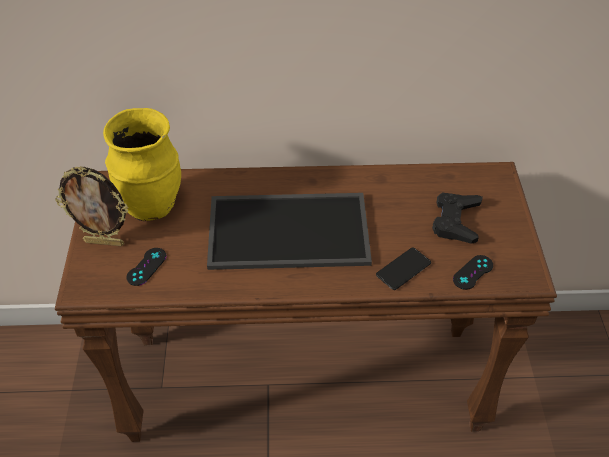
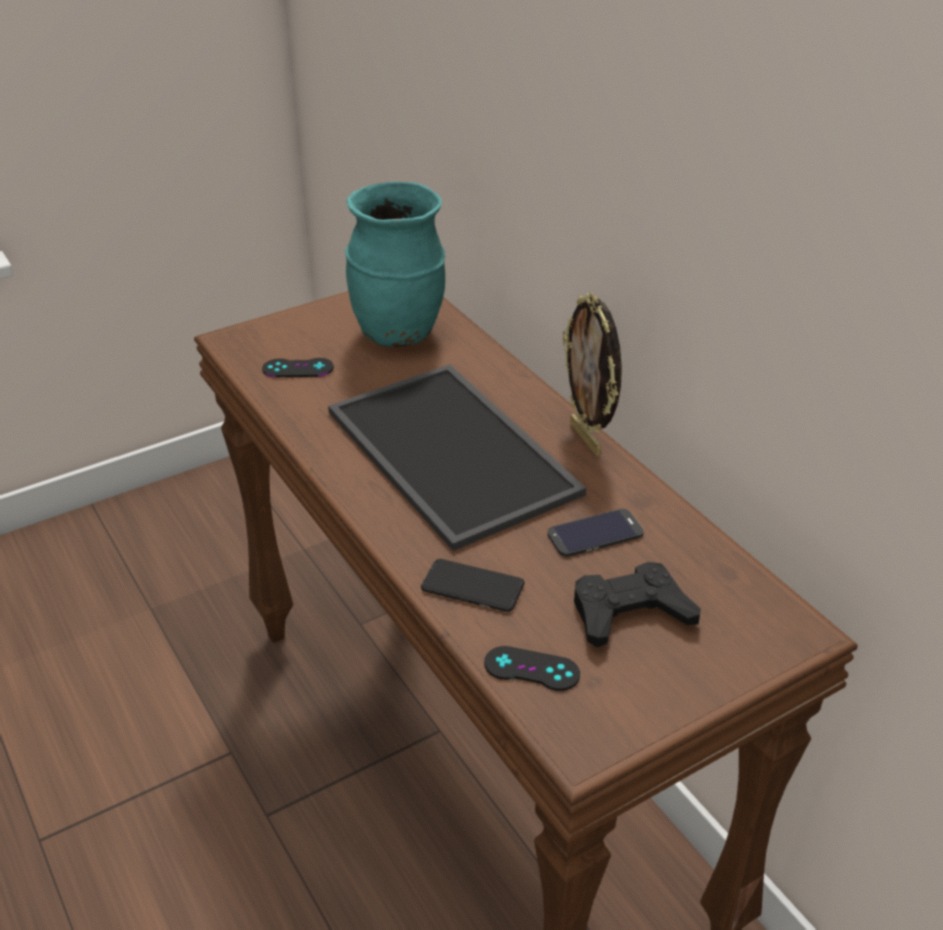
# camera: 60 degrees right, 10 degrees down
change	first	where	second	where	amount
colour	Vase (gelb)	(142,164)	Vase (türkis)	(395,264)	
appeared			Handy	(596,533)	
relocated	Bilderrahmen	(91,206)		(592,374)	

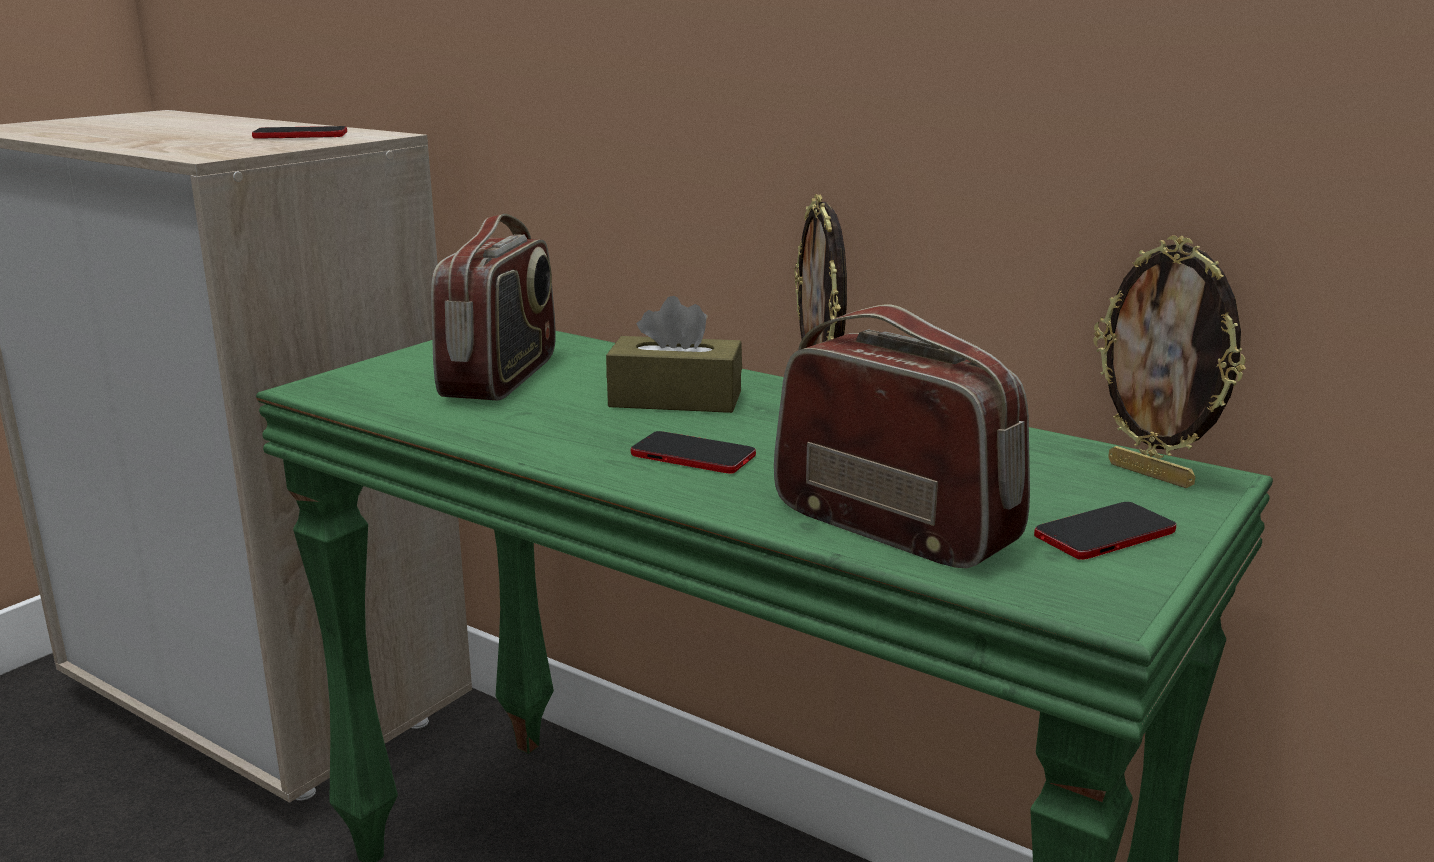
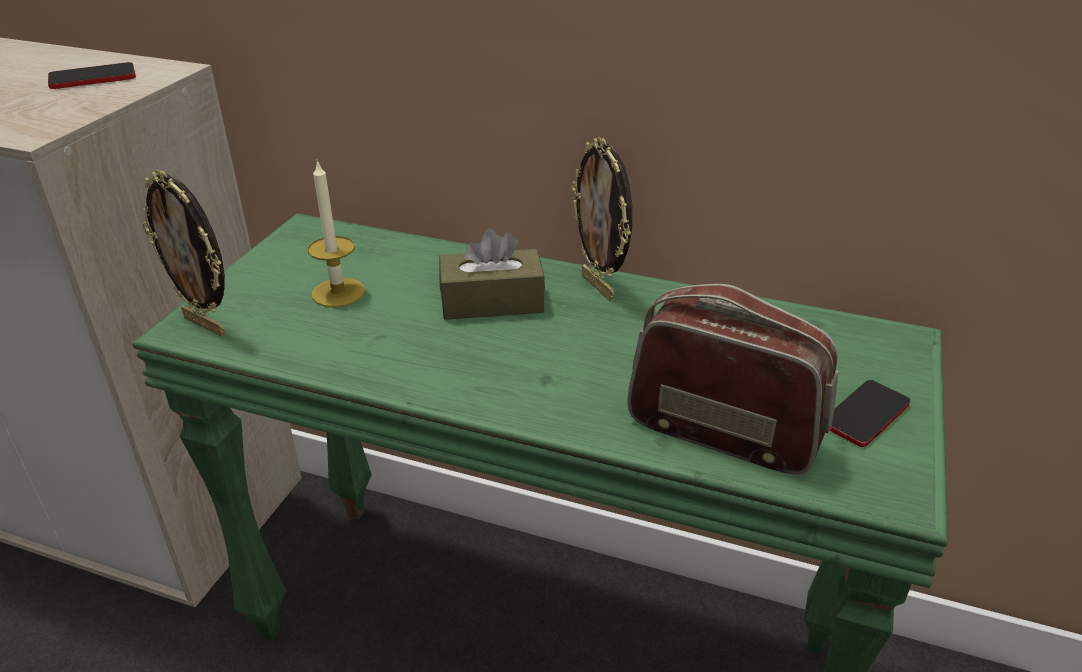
# camera: 15 degrees left, 15 degrees up
change	first	where	second	where	amount
relocated	Bilderrahmen	(1169,362)		(184,253)	
exchanged	Radio	(493,307)	Kerze	(336,233)	
missing	Handy	(693,452)			

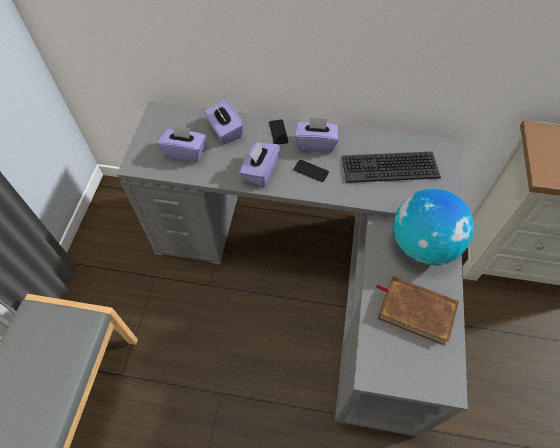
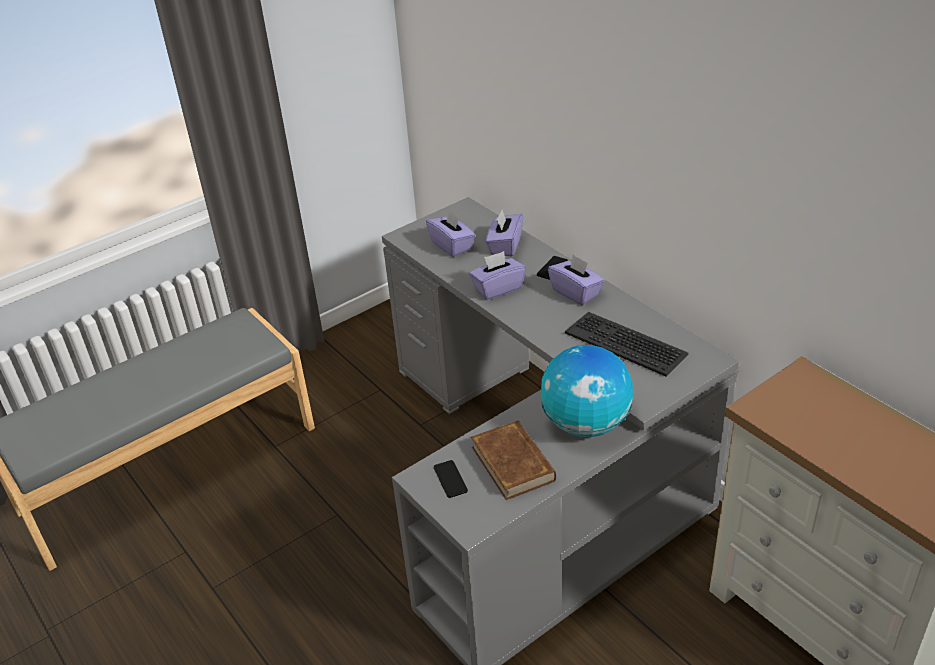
# camera: 45 degrees right, 20 degrees down
change	first	where	second	where	amount
relocated	Handy	(311,171)		(451,479)	

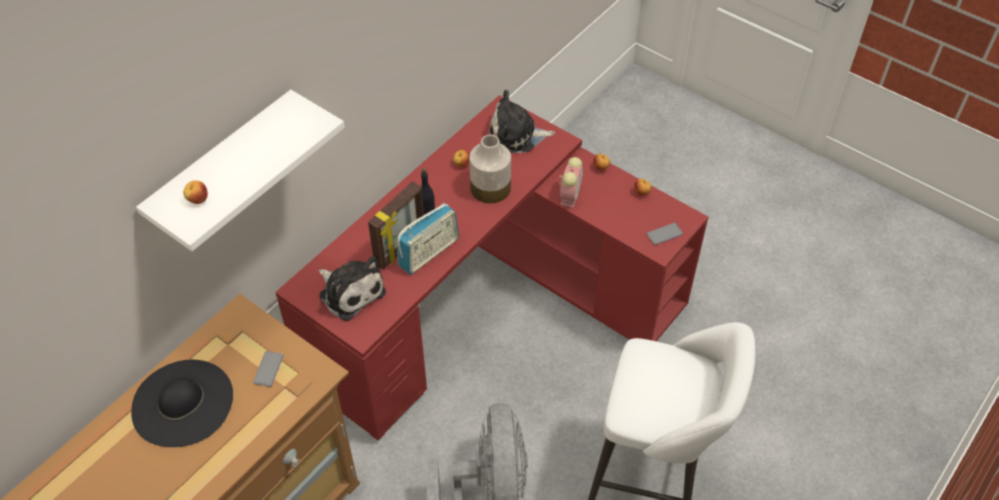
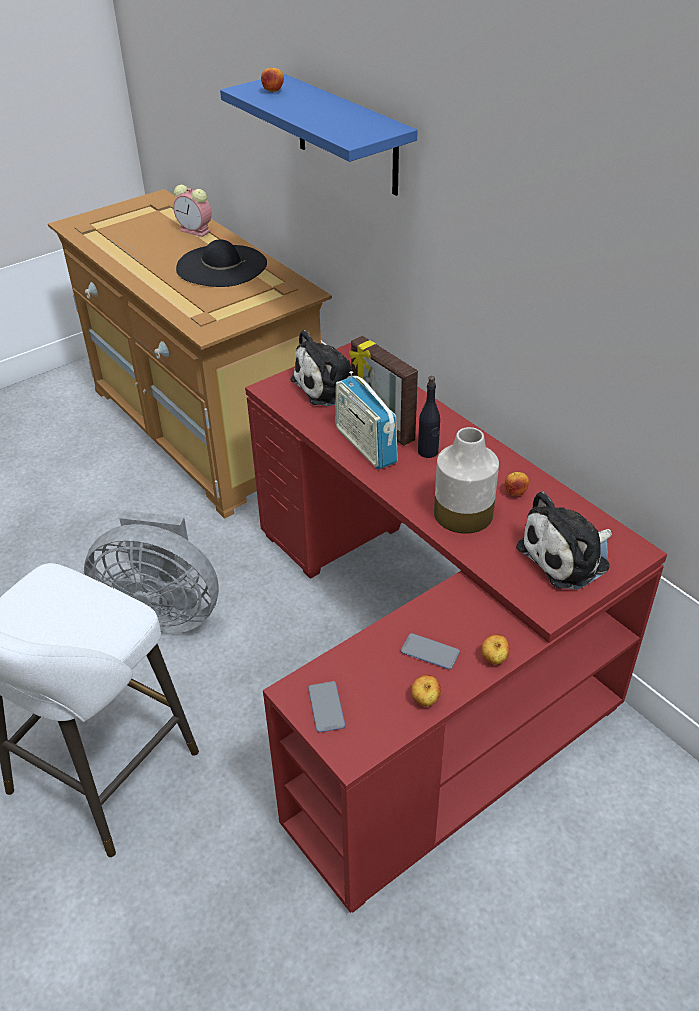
# camera: 105 degrees right, 10 degrees down
change	first	where	second	where	amount
relocated	Wecker	(571,182)		(192,211)	
colour	Wandregal (weiß)	(240,170)	Wandregal (blau)	(319,135)	
relocated	Handy	(268,369)		(430,651)	
spun	Plüschtier	(522,121)		(564,540)	135 degrees counterclockwise

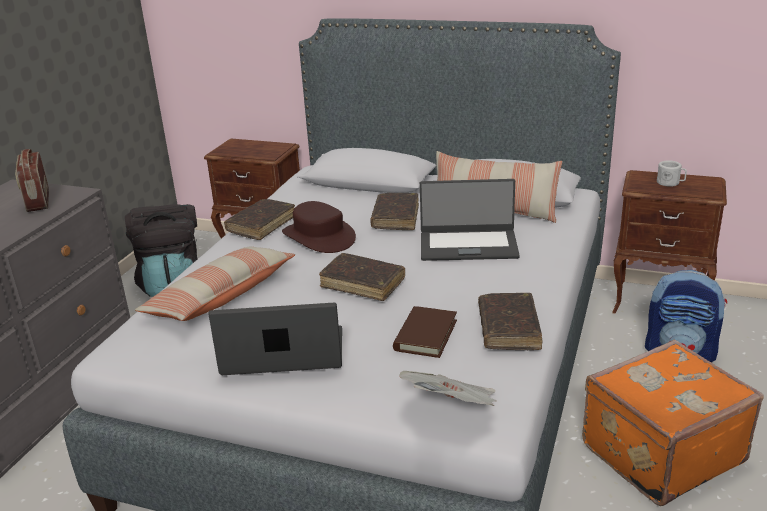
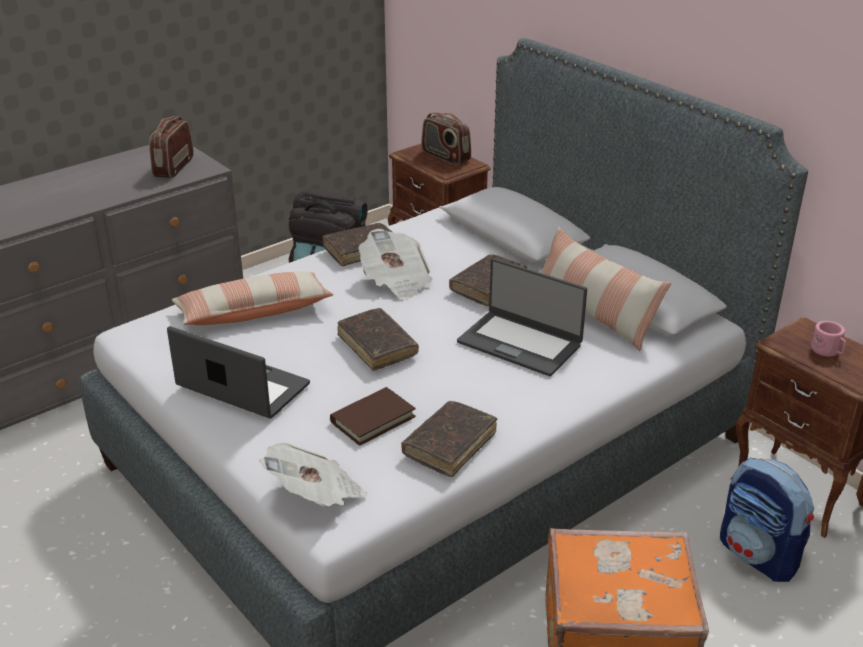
# camera: 30 degrees right, 5 degrees up
change	first	where	second	where	amount
exchanged	Hut (braun)	(319,227)	Zeitung	(395,264)	
appeared			Radio	(446,138)	
colour	Henkelbecher (weiß)	(672,173)	Henkelbecher (rosa)	(828,339)	

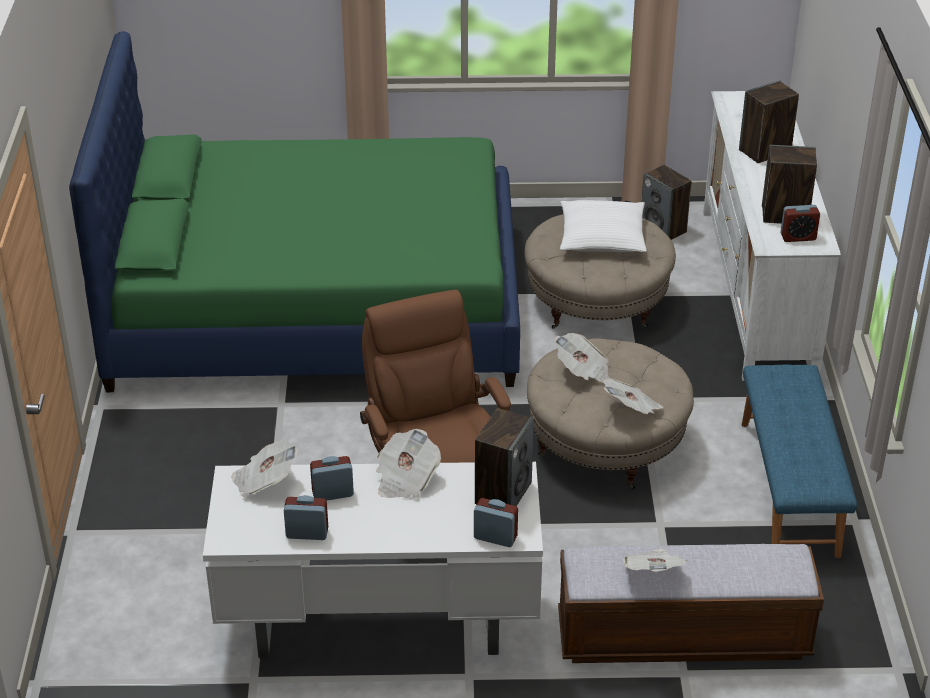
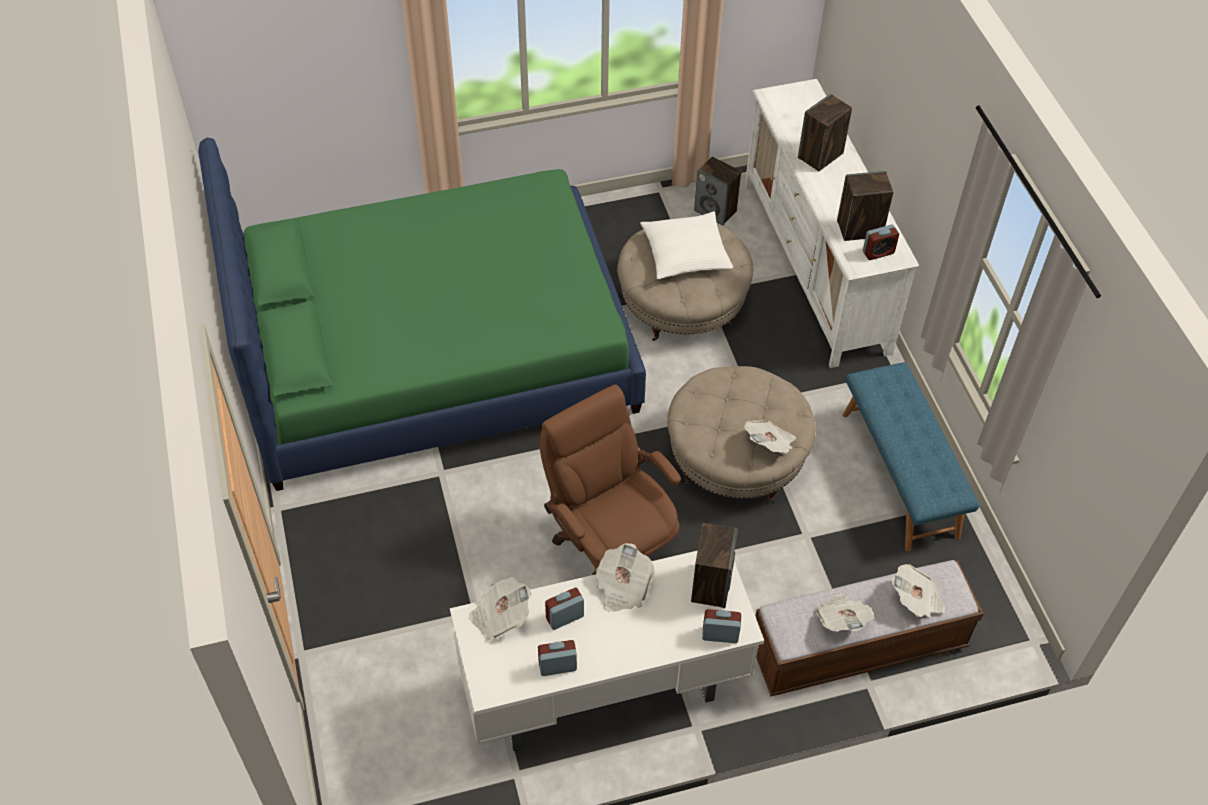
# camera: 15 degrees left, 15 degrees up
change	first	where	second	where	amount
relocated	Zeitung	(582,358)		(919,590)	

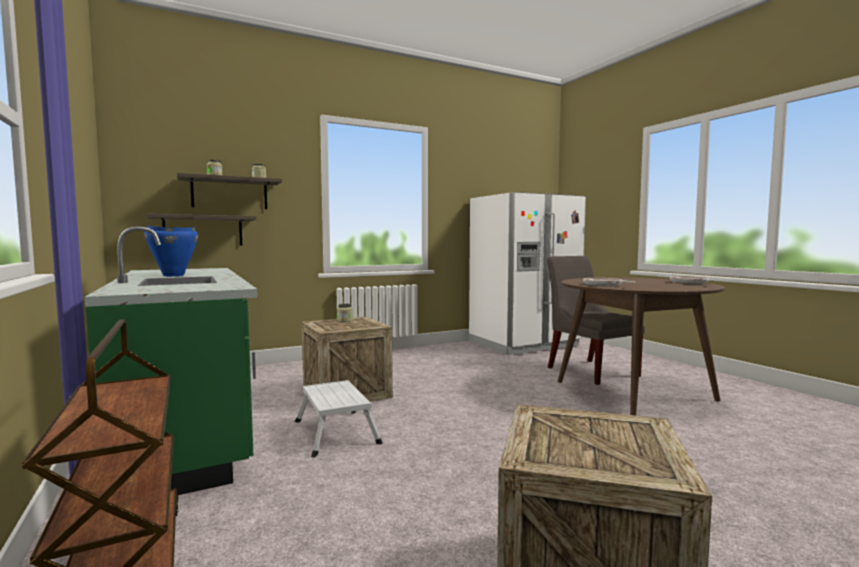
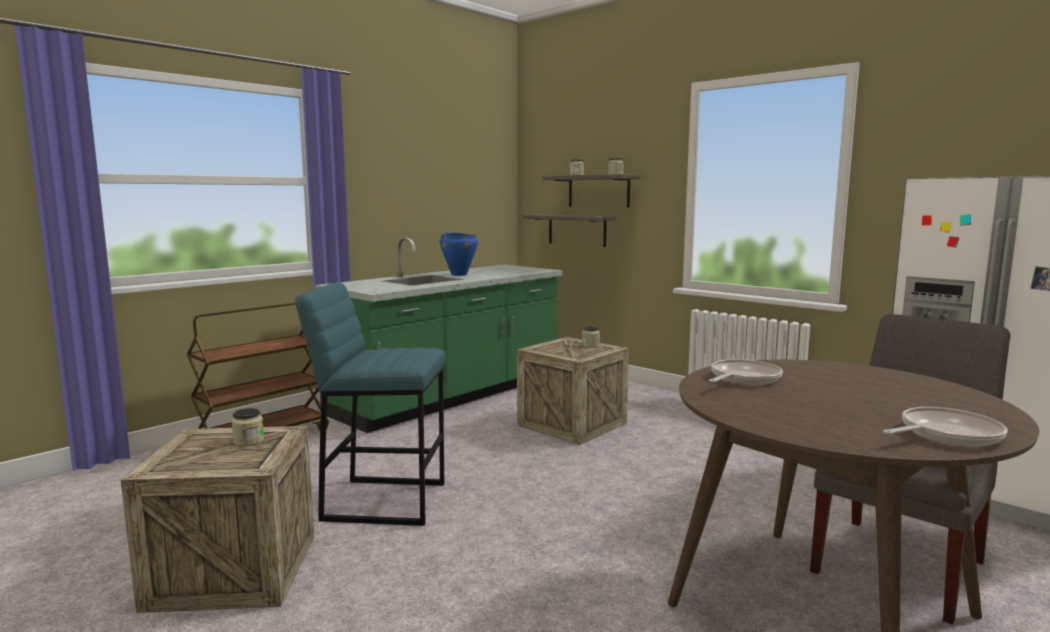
# camera: 70 degrees right, 5 degrees up
change	first	where	second	where	amount
appeared			Vorratsglas	(247,427)	
appeared			Hocker (türkis)	(370,404)	
missing	Trittleiter (weiß)	(339,419)			

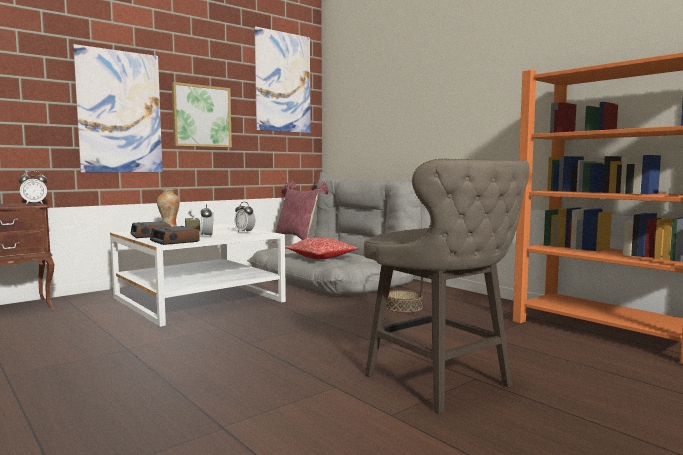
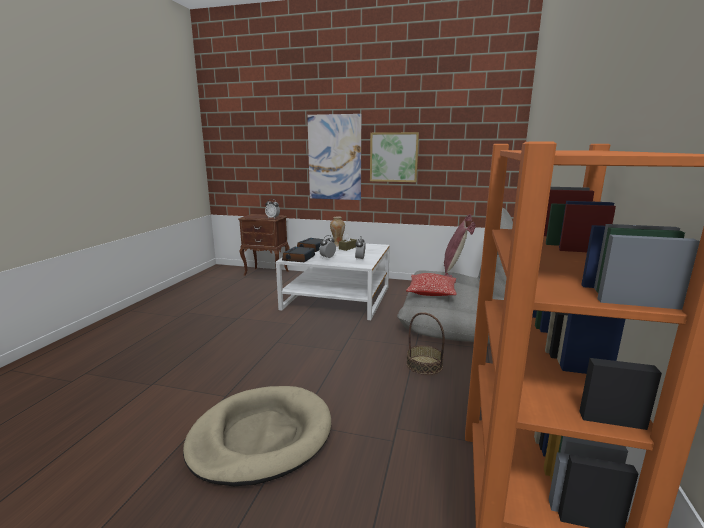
# camera: 55 degrees right, 10 degrees up
change	first	where	second	where	amount
exchanged	Hocker (beige)	(446,286)	Hundebett (beige)	(257,436)	
missing	Bild	(282,79)			

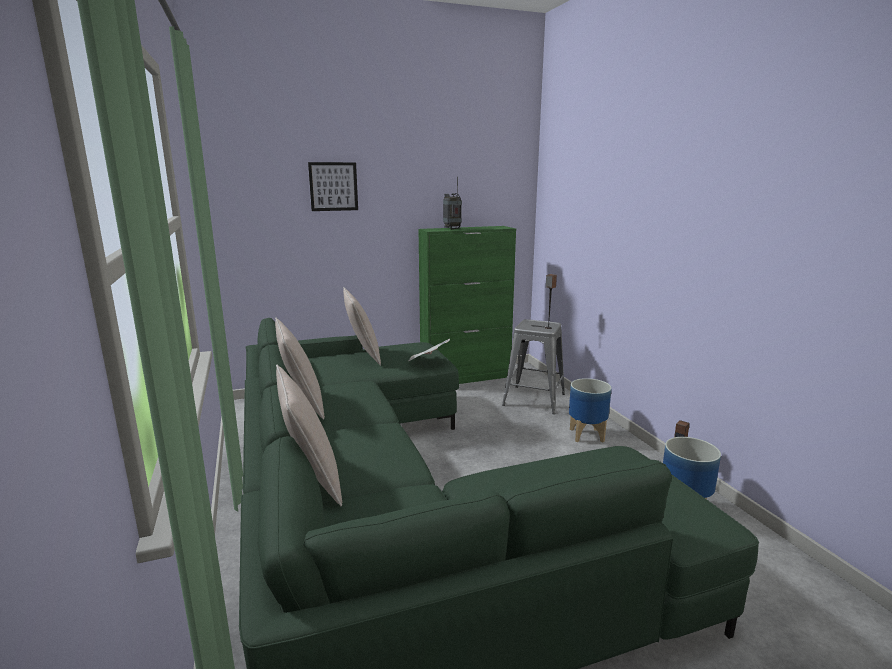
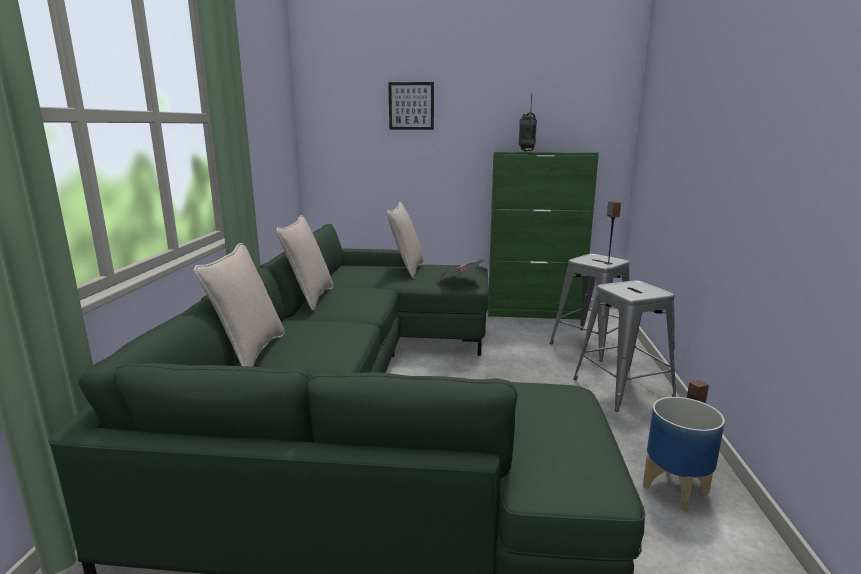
# camera: 25 degrees right, 0 degrees up
change	first	where	second	where	amount
exchanged	Pflanzkübel	(590,410)	Hocker (grau)	(624,346)	

